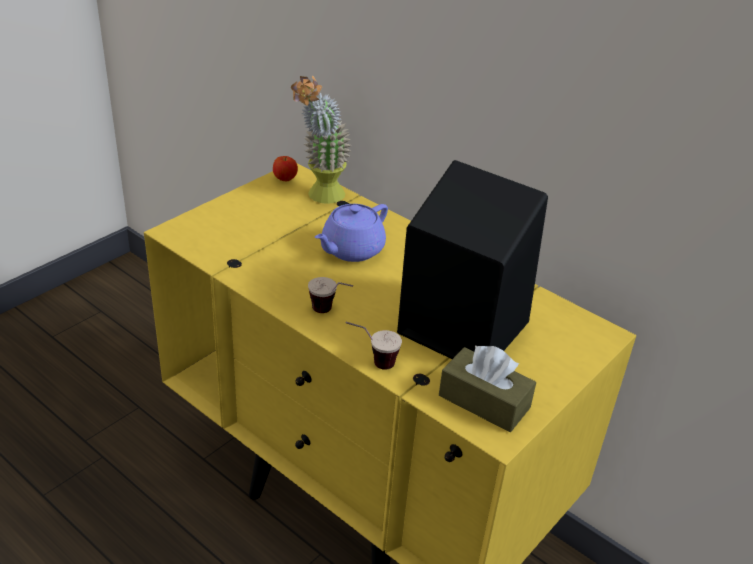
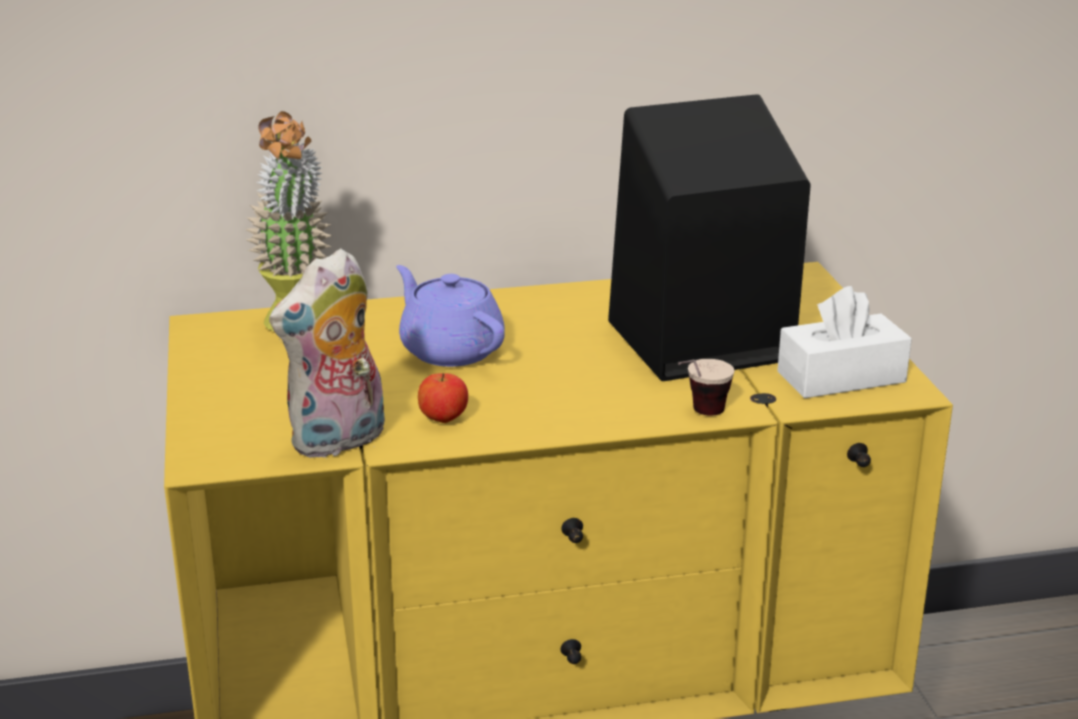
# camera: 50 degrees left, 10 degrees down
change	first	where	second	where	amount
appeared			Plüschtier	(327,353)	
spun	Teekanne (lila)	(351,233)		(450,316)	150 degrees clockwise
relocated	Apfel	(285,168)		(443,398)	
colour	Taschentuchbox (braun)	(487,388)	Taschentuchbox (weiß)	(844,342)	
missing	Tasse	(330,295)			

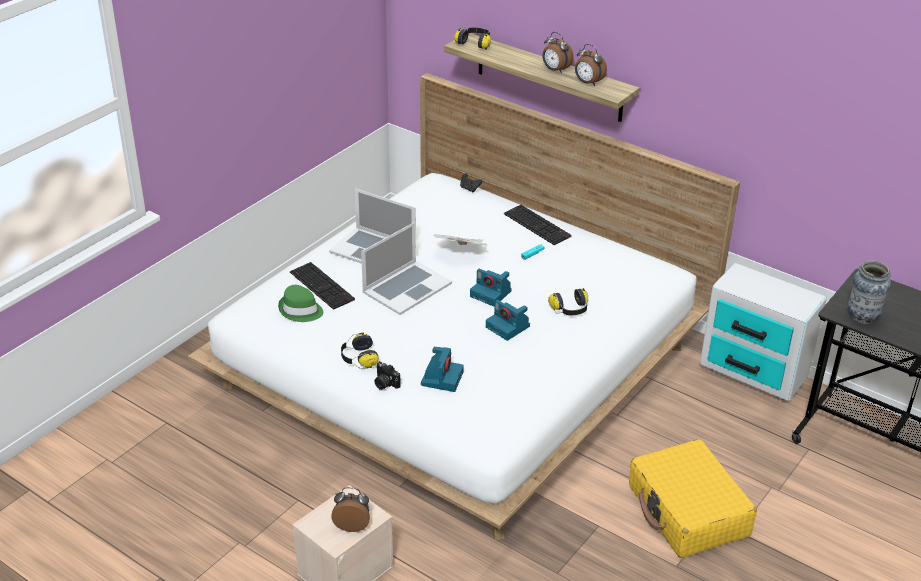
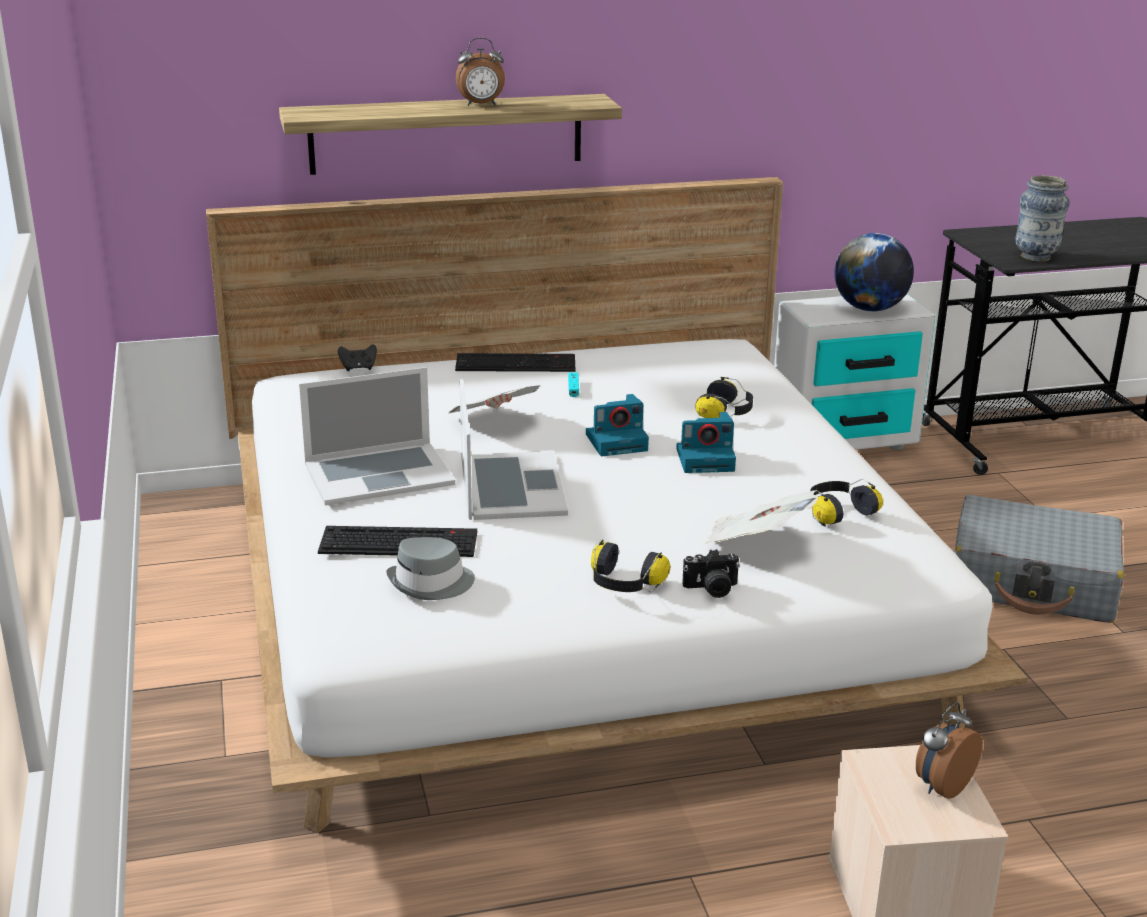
# camera: 50 degrees left, 10 degrees down
change	first	where	second	where	amount
colour	Hut (grün)	(300,303)	Hut (grau)	(430,568)	
exchanged	Kamera	(442,369)	Zeitung	(761,517)	
relocated	Kopfhörer	(472,38)		(846,503)	
appeared			Globus	(874,272)	
colour	Koffer (gelb)	(693,498)	Koffer (grau)	(1039,559)	
missing	Wecker	(591,65)			

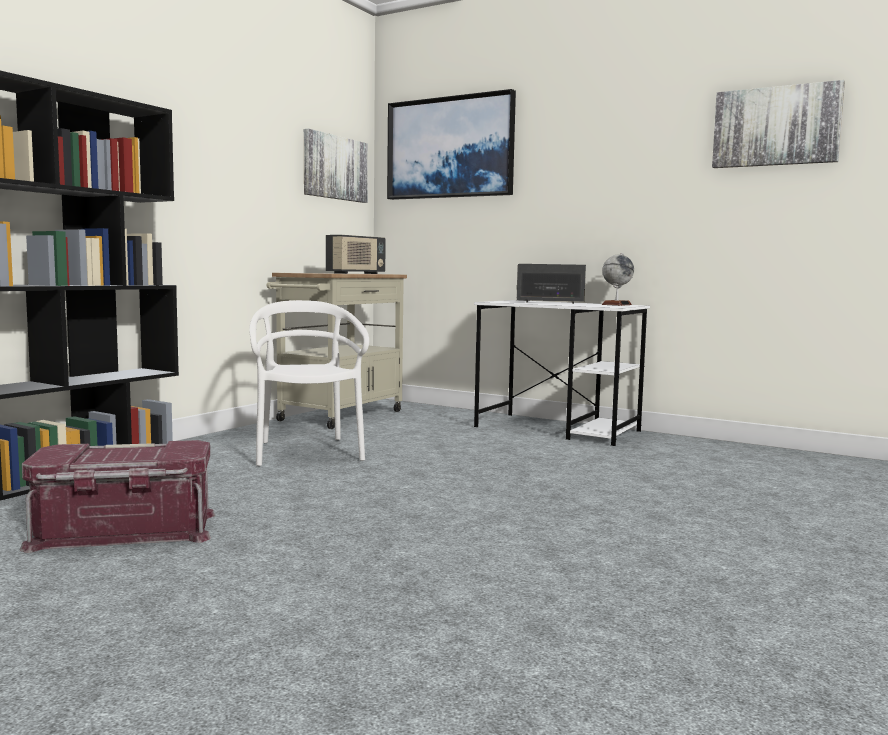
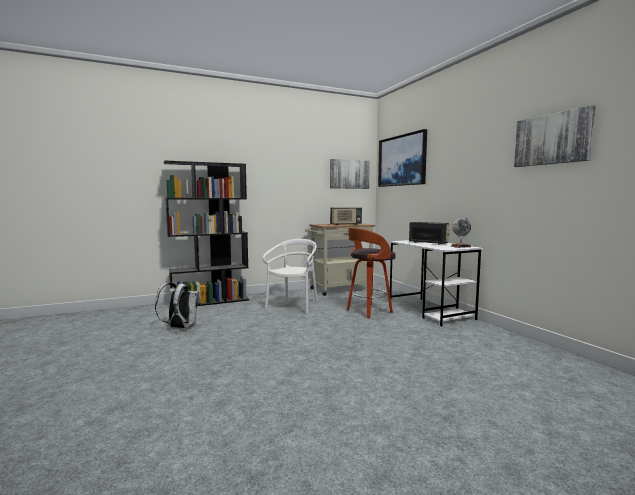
# camera: 35 degrees right, 0 degrees up
change	first	where	second	where	amount
exchanged	Aufbewahrungsbox (rot)	(117,496)	Rucksack (weiß)	(178,306)	
appeared			Hocker	(371,273)	

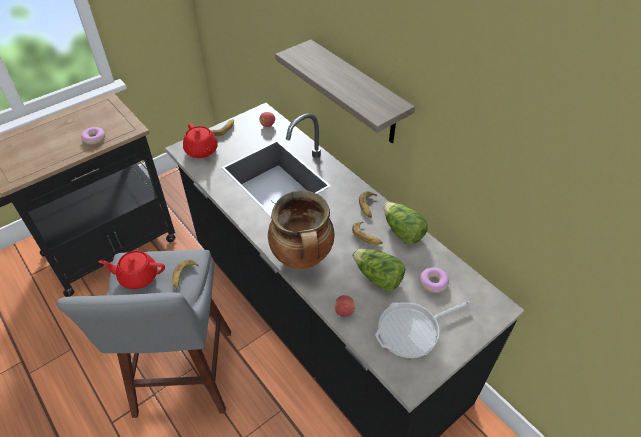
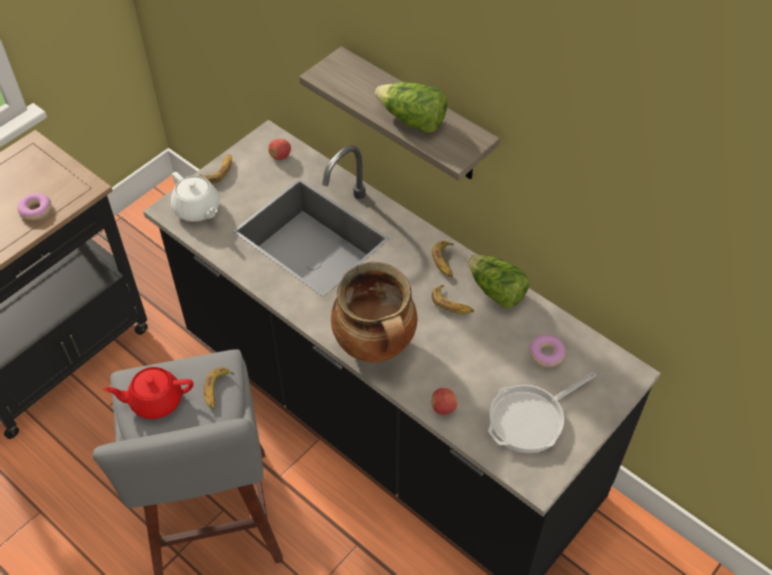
# camera: 10 degrees left, 5 degrees up
change	first	where	second	where	amount
colour	Teekanne (rot)	(200,140)	Teekanne (weiß)	(195,197)	
relocated	Salatkopf	(378,270)		(411,107)	

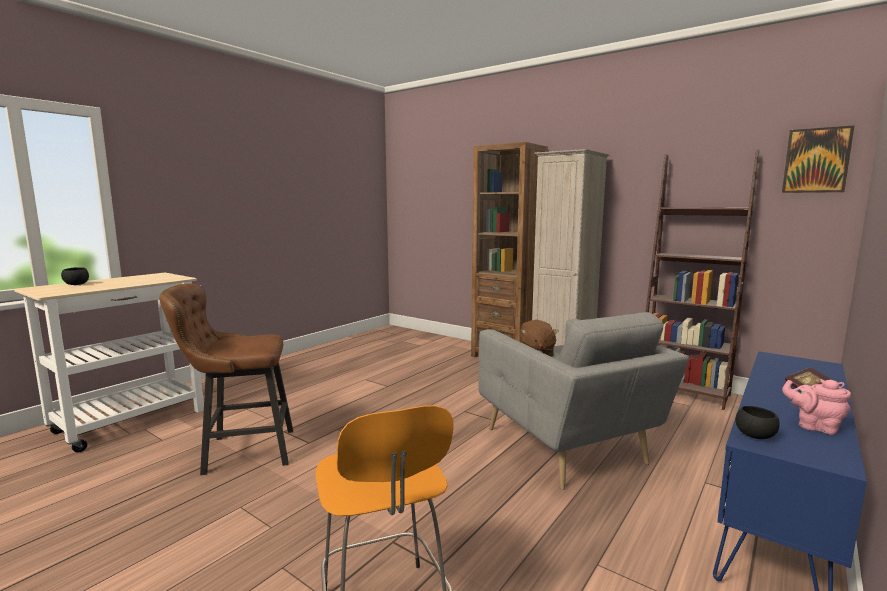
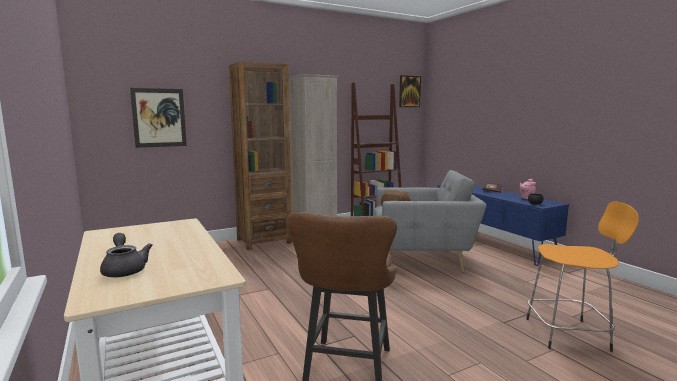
# camera: 65 degrees left, 0 degrees up
change	first	where	second	where	amount
exchanged	Schüssel (schwarz)	(75,276)	Teekanne (grau)	(126,255)	
appeared			Bild	(158,118)	

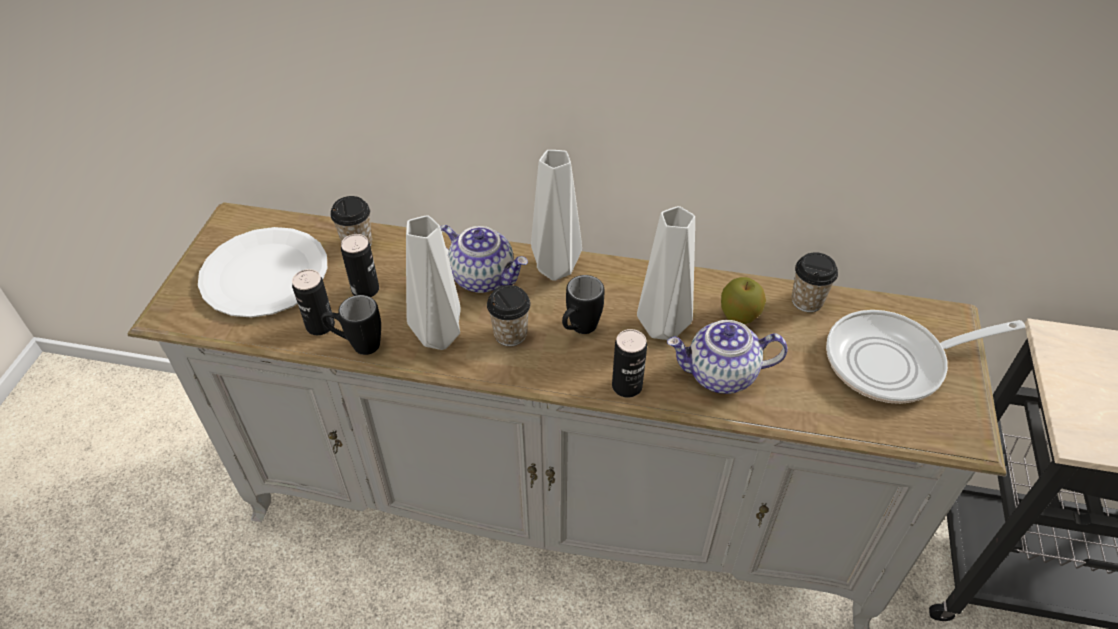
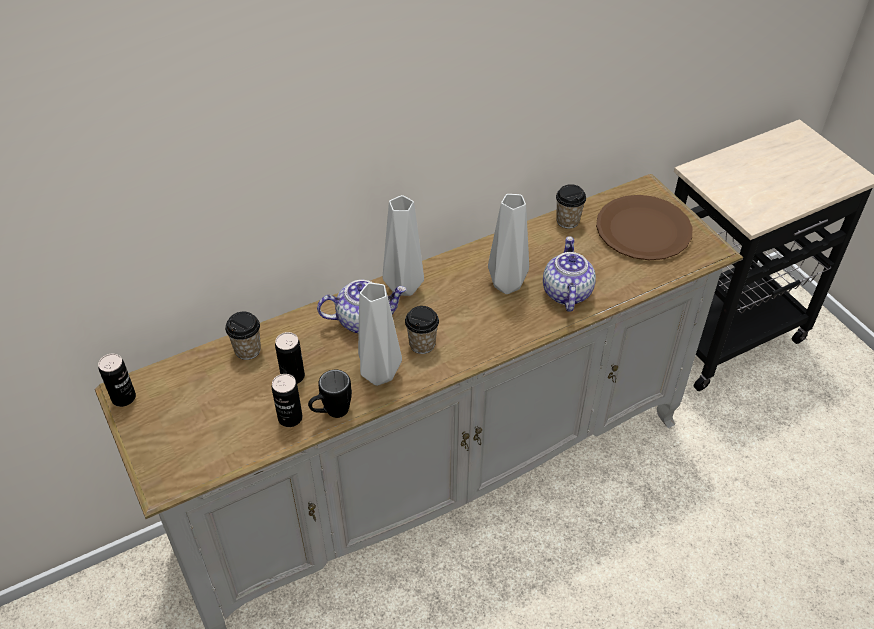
# camera: 40 degrees left, 0 degrees up
change	first	where	second	where	amount
relocated	Dose	(629,363)		(117,380)	
spun	Teekanne	(727,357)		(569,274)	135 degrees clockwise
exchanged	Pfanne	(925,357)	Teller (braun)	(644,227)	
missing	Teller (weiß)	(263,272)			
missing	Henkelbecher (schwarz)	(583,304)			
missing	Apfel	(743,300)			

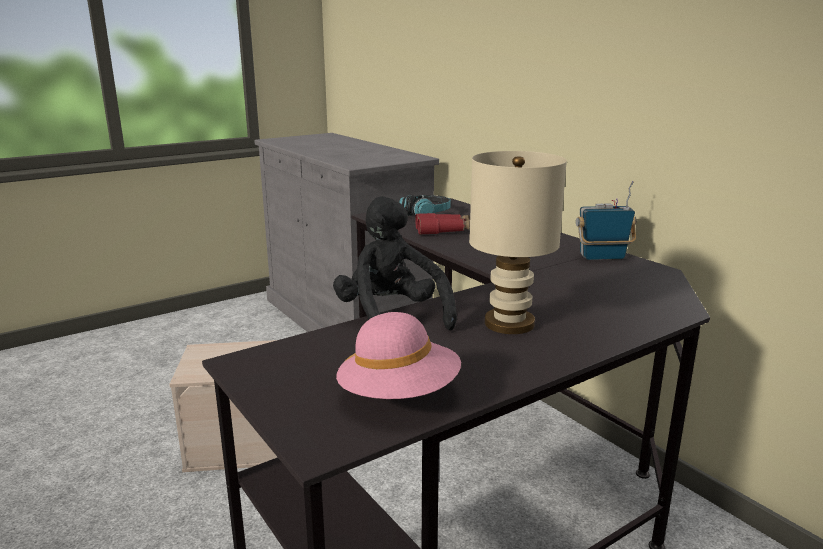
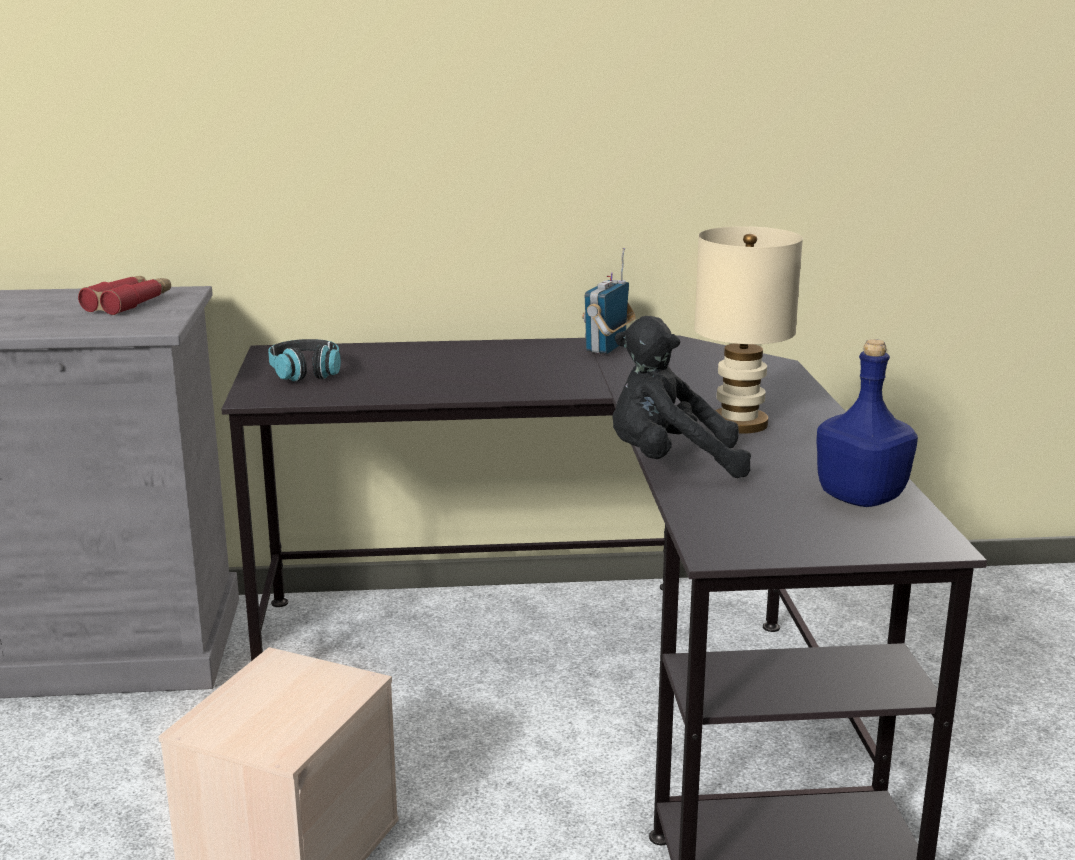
# camera: 60 degrees left, 0 degrees up
change	first	where	second	where	amount
relocated	Fernglas (rot)	(442,224)		(124,295)	
exchanged	Hut (rosa)	(398,355)	Flasche (blau)	(867,423)	

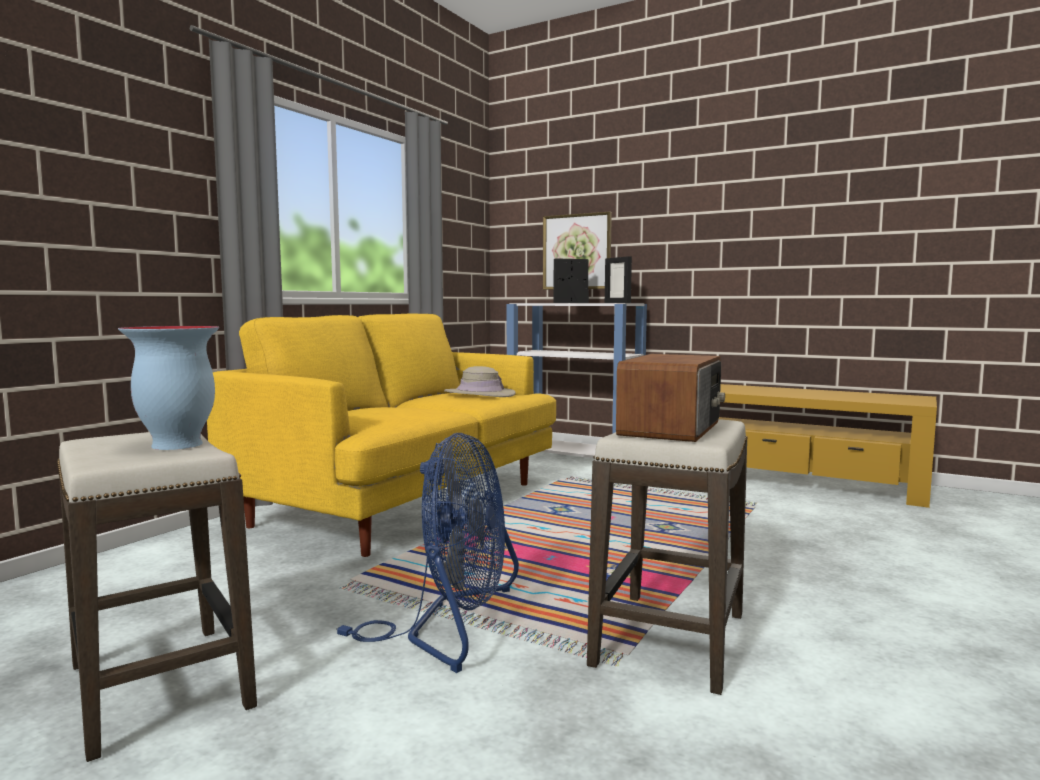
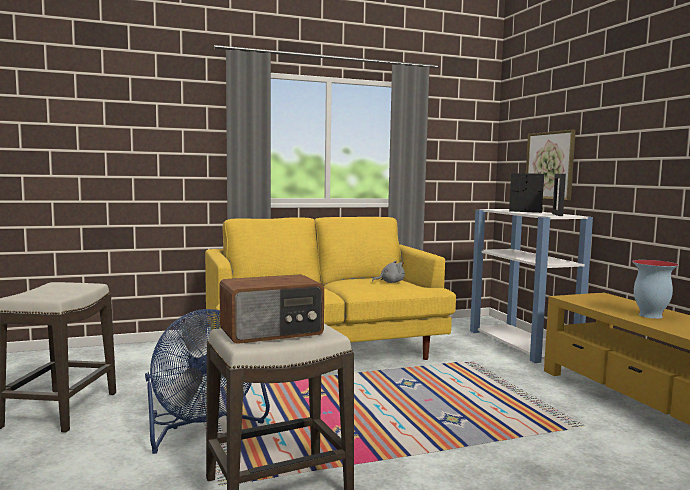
# camera: 40 degrees right, 0 degrees up
change	first	where	second	where	amount
exchanged	Hut (beige)	(480,381)	Plüschtier (grau)	(388,271)	
relocated	Vase	(168,388)		(655,289)	

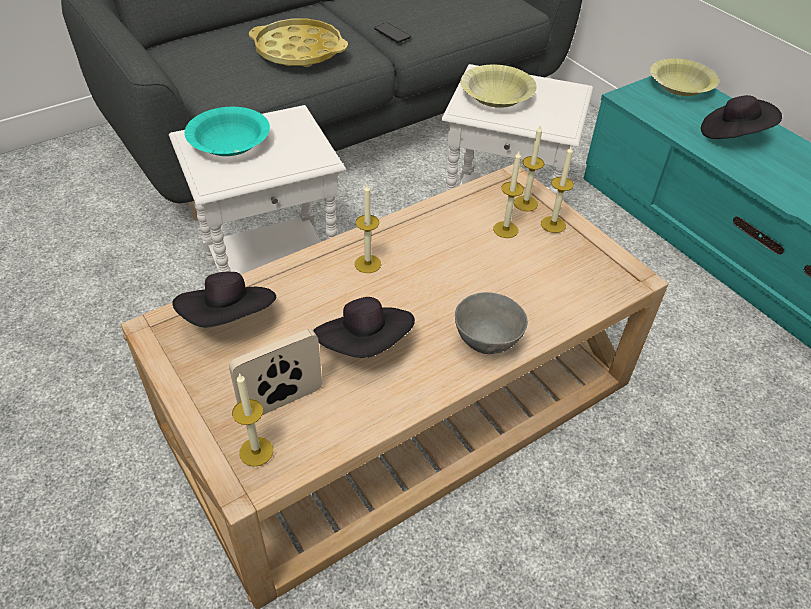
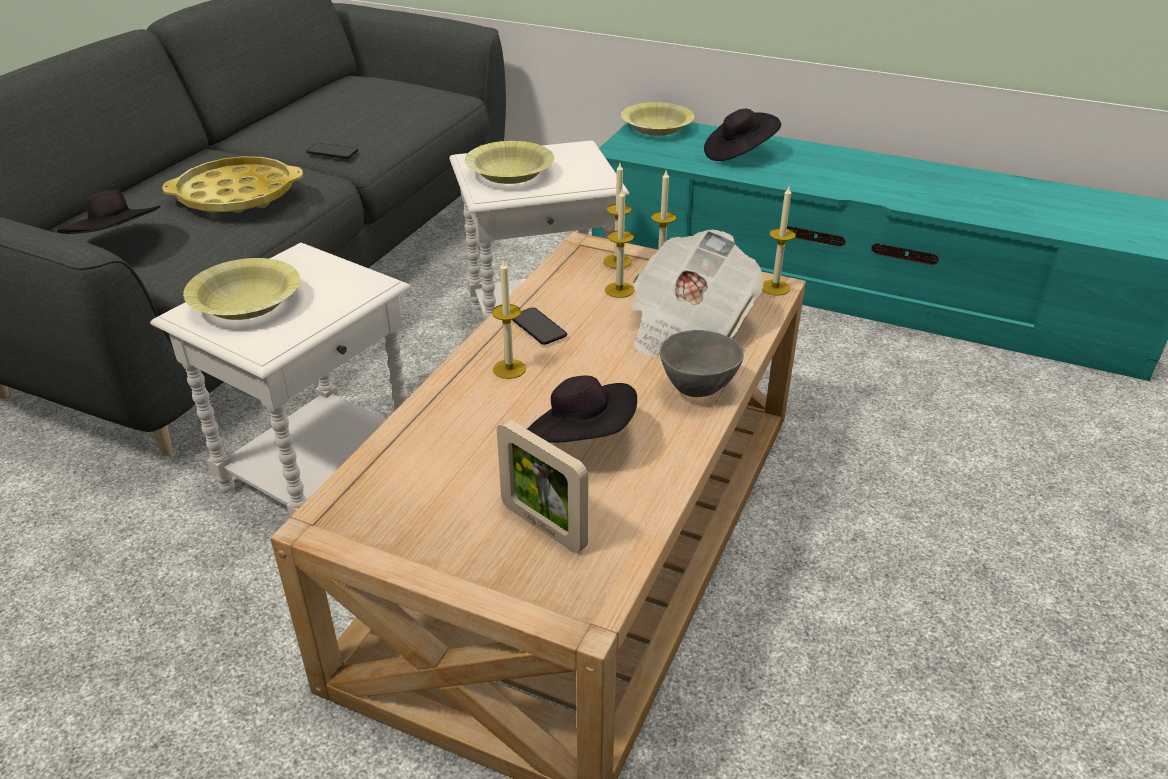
# camera: 30 degrees left, 10 degrees down
change	first	where	second	where	amount
relocated	Hut (schwarz)	(224,300)		(109,212)	
colour	Schüssel (türkis)	(227,131)	Schüssel (gelb)	(241,289)	
spun	Bilderrahmen	(275,372)		(542,486)	75 degrees counterclockwise
appeared			Handy	(540,326)	
appeared			Zeitung	(697,293)	
relocated	Kerze	(252,420)		(779,241)	

